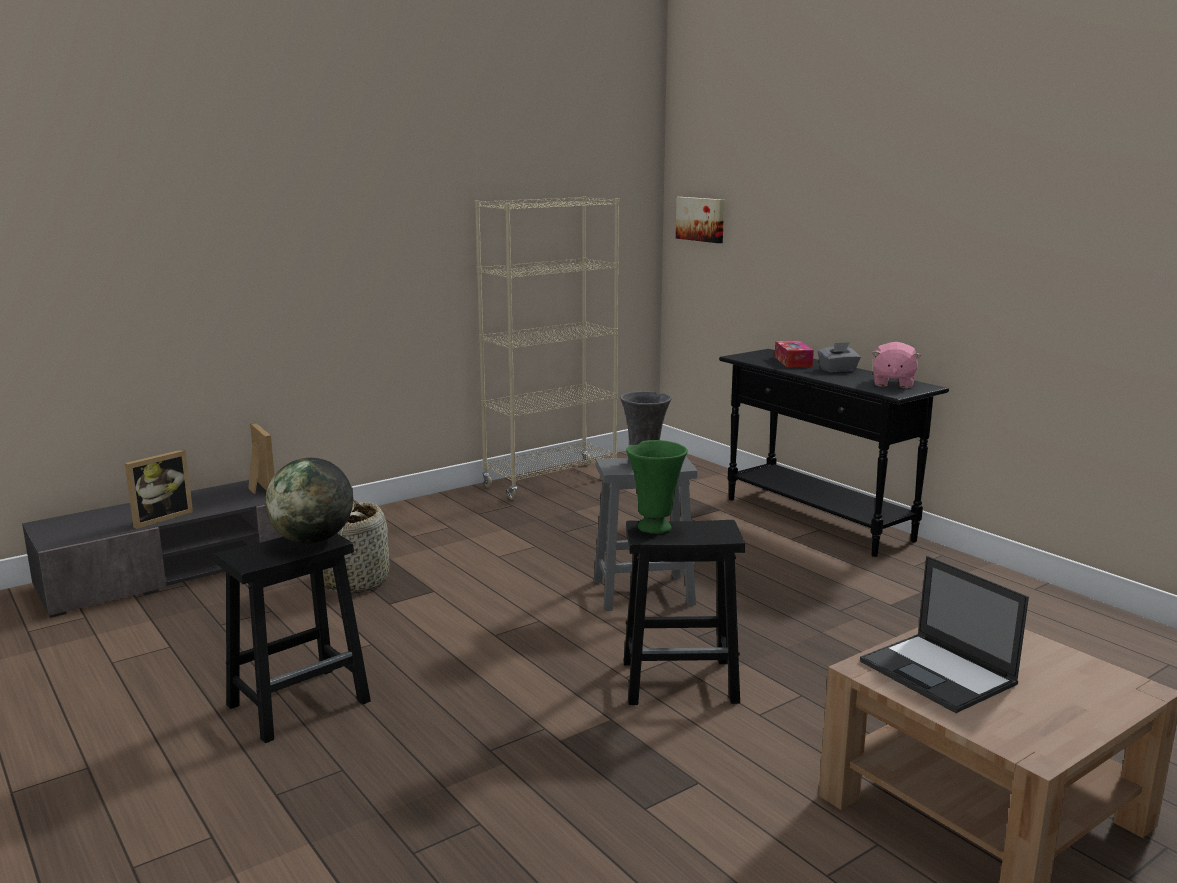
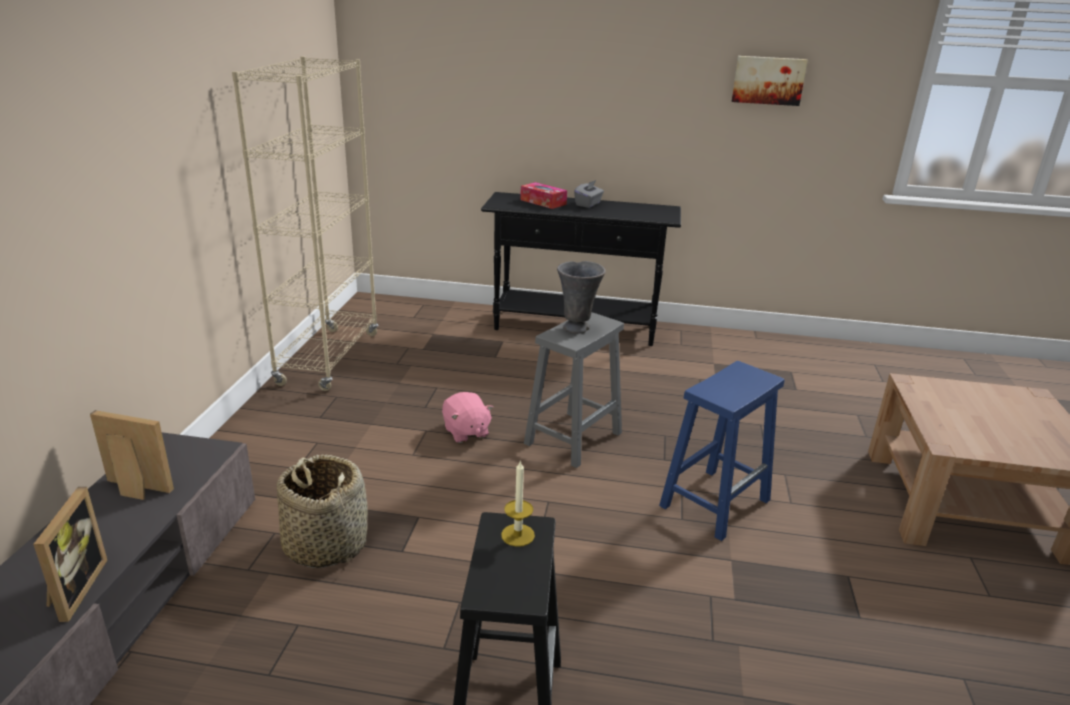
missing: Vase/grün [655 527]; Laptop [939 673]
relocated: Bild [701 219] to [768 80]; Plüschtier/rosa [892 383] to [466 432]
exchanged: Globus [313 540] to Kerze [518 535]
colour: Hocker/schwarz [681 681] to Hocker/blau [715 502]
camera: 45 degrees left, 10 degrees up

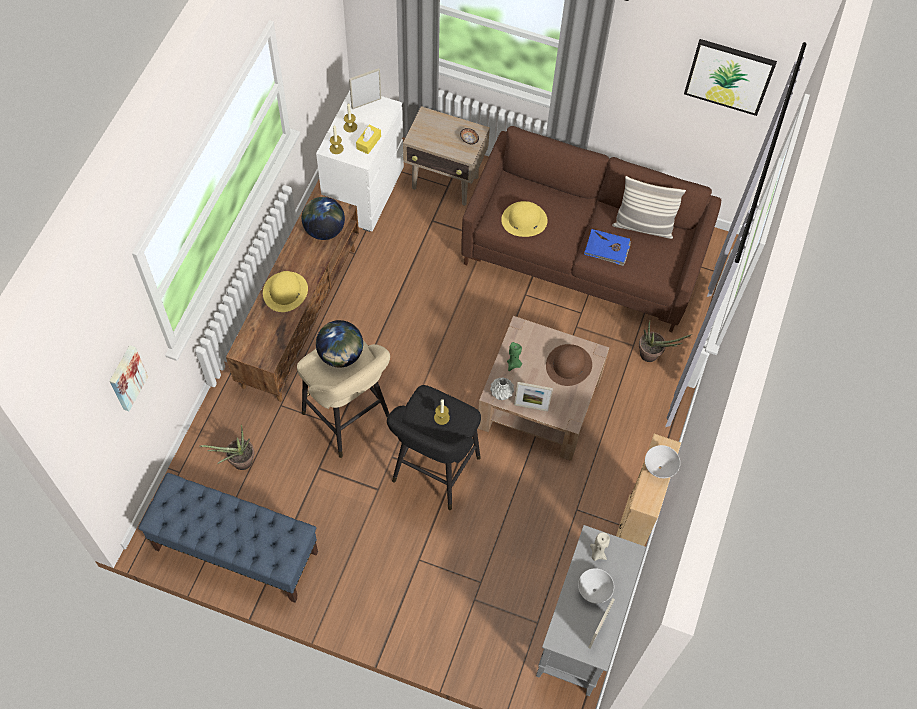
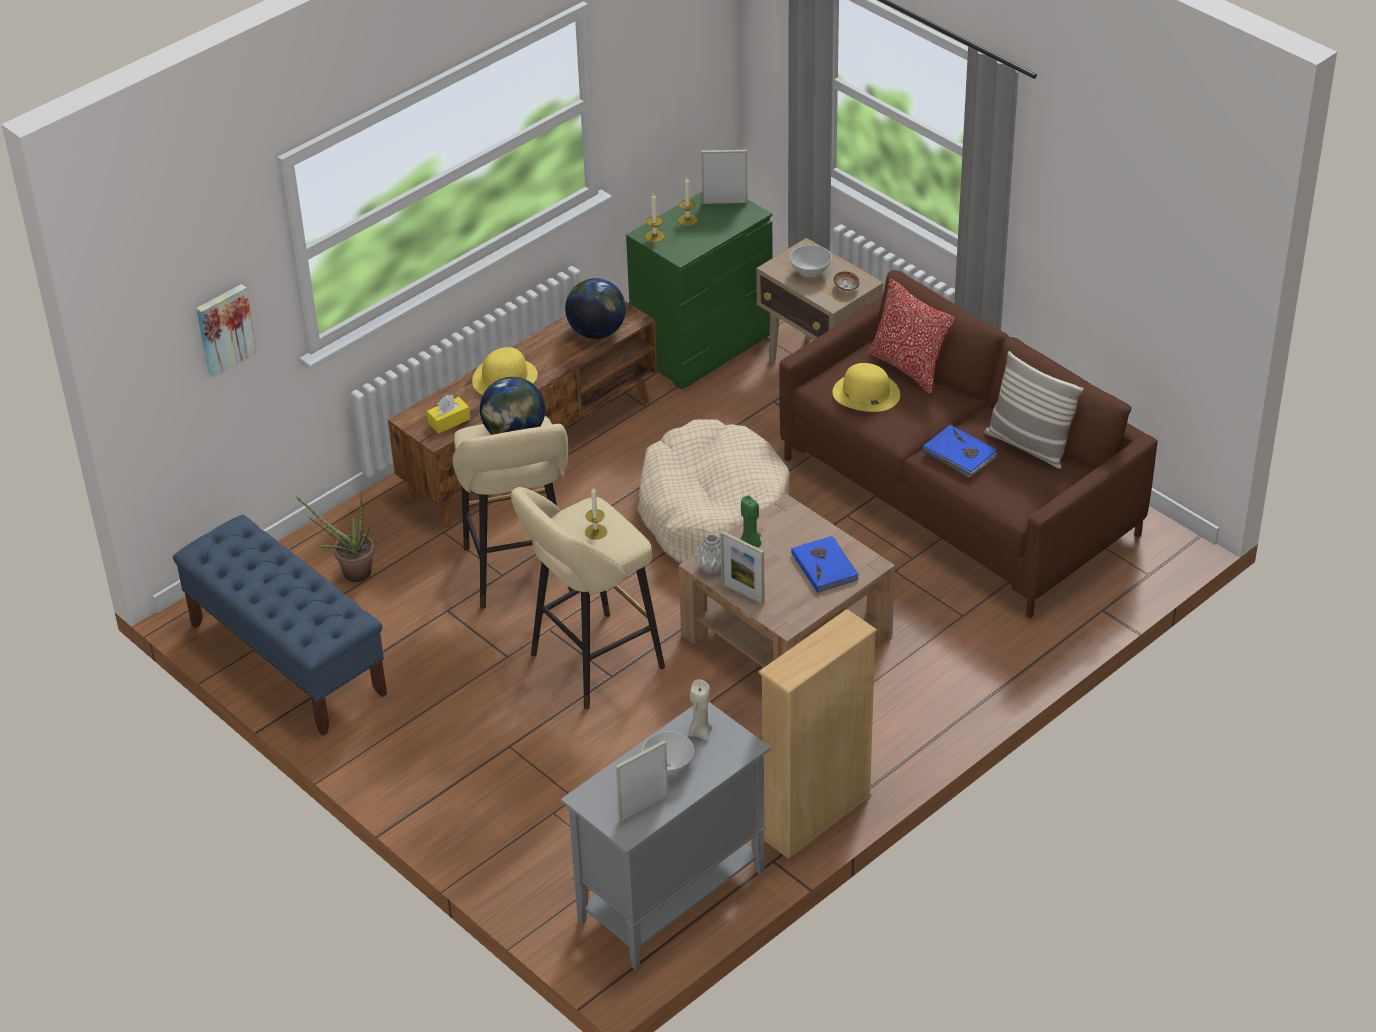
missing: Topfpflanze [653 356]; Bild [729 76]
appeared: Hundebett/beige [713 513]; Kissen [908 368]
relocated: Taschentuchbox/gelb [368 142] to [449 421]; Schüssel/weiß [659 467] to [810 272]
exchanged: Hut/braun [569 365] to Buch/blau [825 566]
colour: Kommode/weiß [364 192] to Kommode/grün [703 346]; Hocker/schwarz [433 473] to Hocker/beige [590 664]
camera: 30 degrees right, 20 degrees down

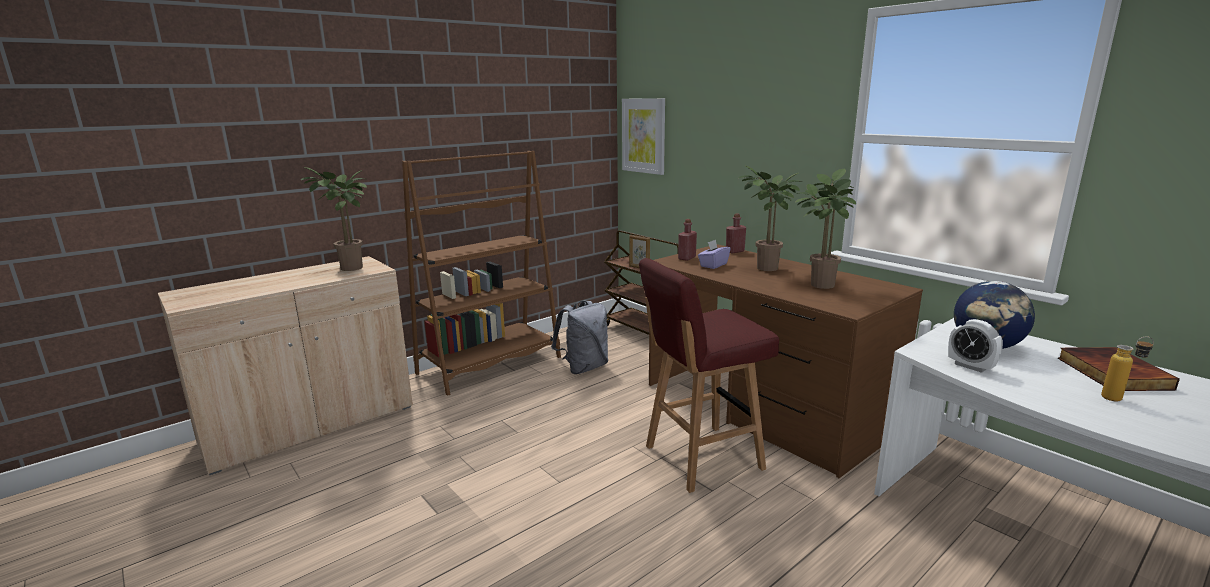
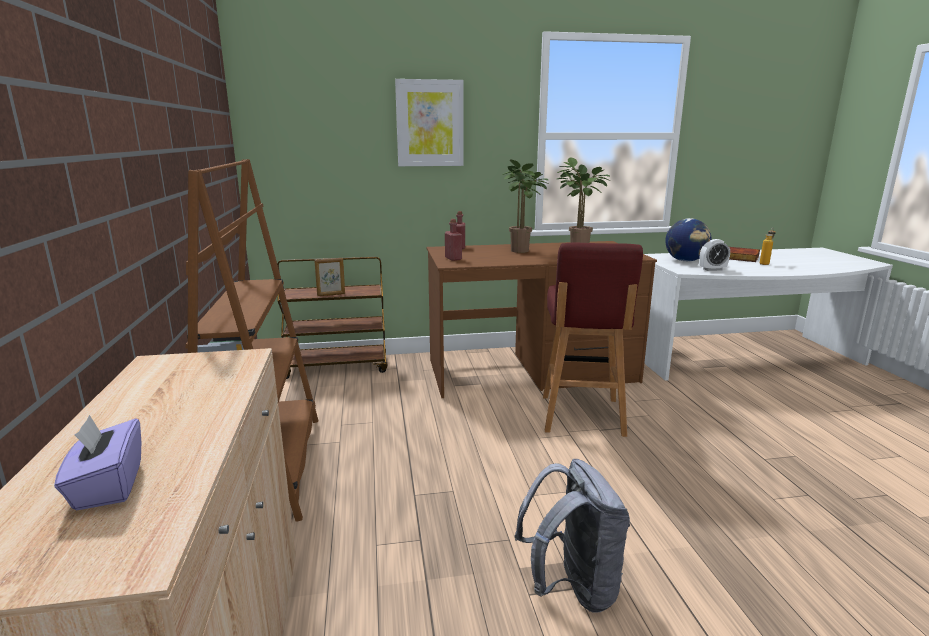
missing: Topfpflanze [351 269]
relocated: Rucksack/grau [584 367] to [572 587]; Bild [643 136] to [430 123]; Taschentuchbox/lila [713 265] to [108 486]
camera: 60 degrees left, 0 degrees up

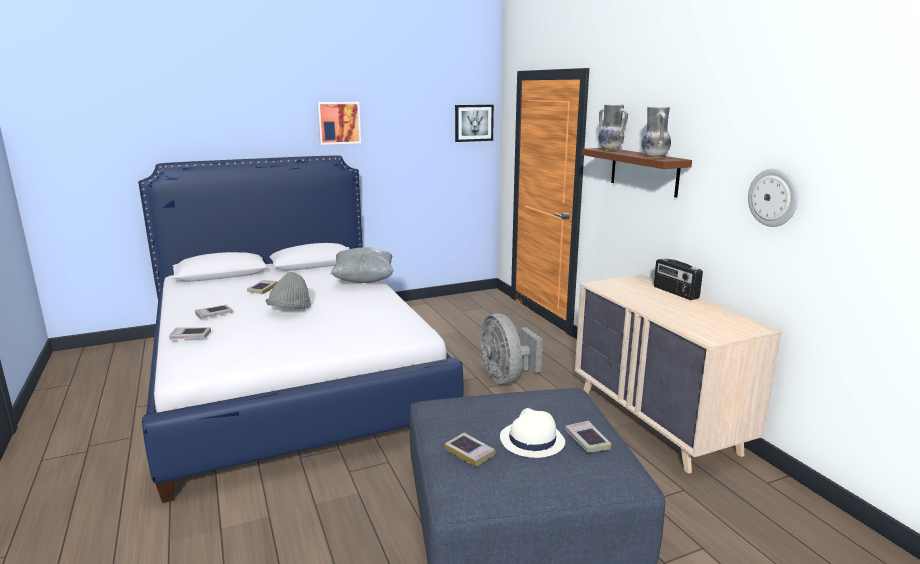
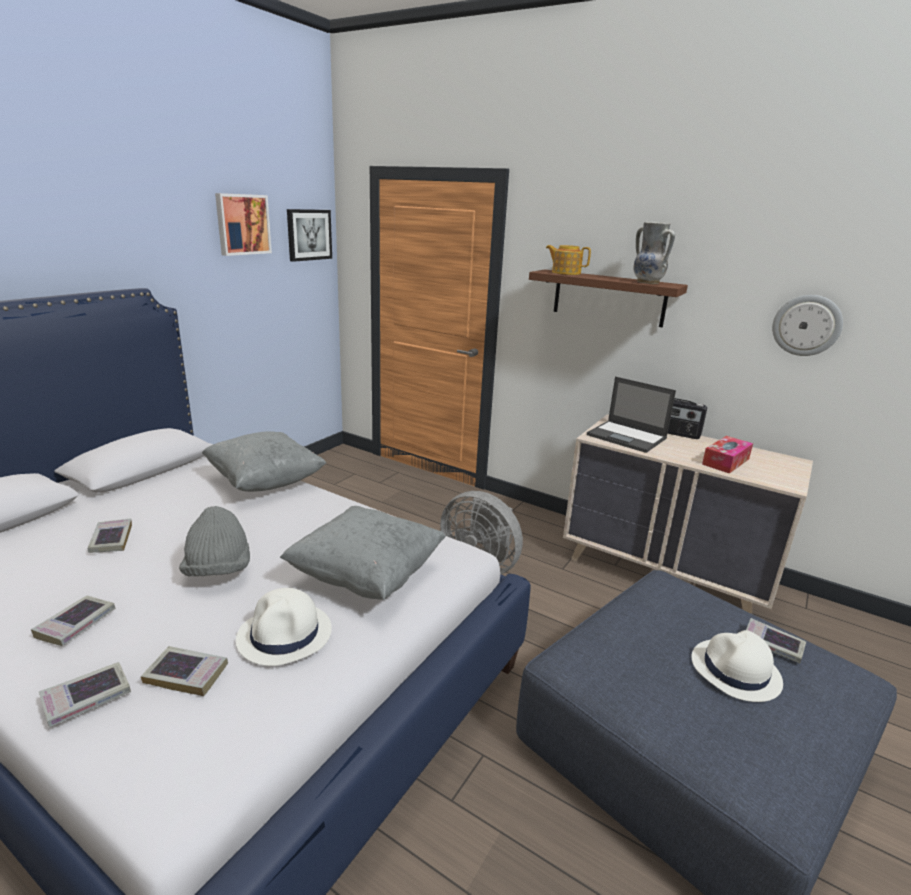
appeared: Hut/weiß [285 635]; Kissen/grau [366 576]; Laptop [627 437]; Taschentuchbox [725 461]
relocated: Bild [338 122] to [242 224]; Buch [469 452] to [186 674]
exchanged: Vase [610 150] to Teekanne [565 273]
camera: 35 degrees left, 5 degrees up

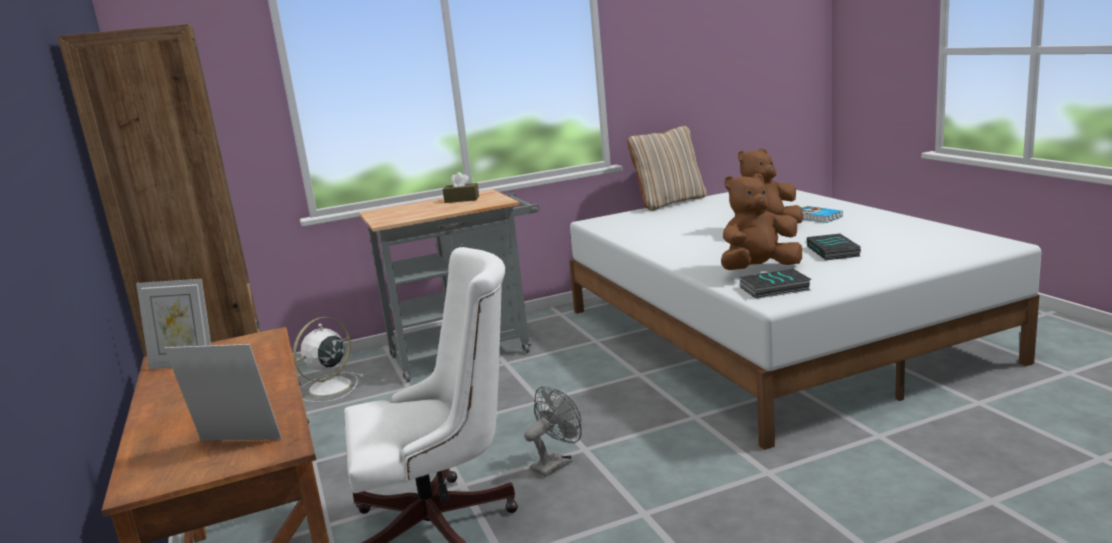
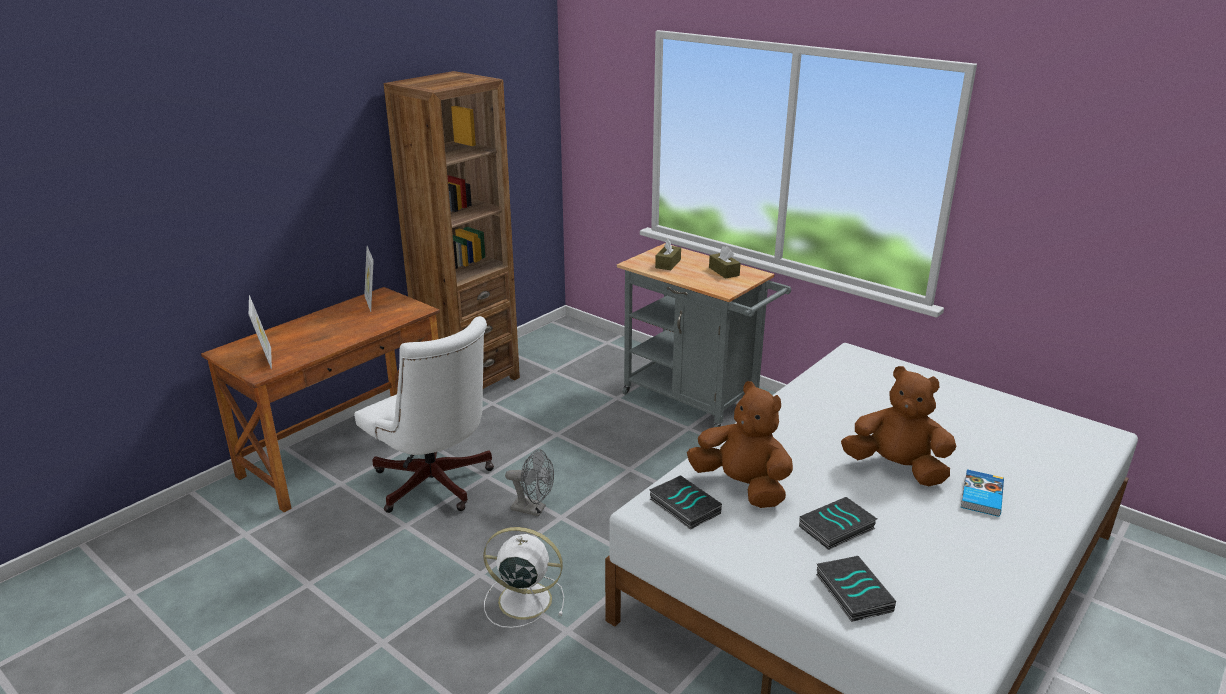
missing: Kissen/beige [669 202]
appeared: Taschentuchbox/braun [668 264]; Buch [852 592]
relocated: Ventilator/weiß [328 388] to [522 600]
camera: 60 degrees right, 10 degrees up

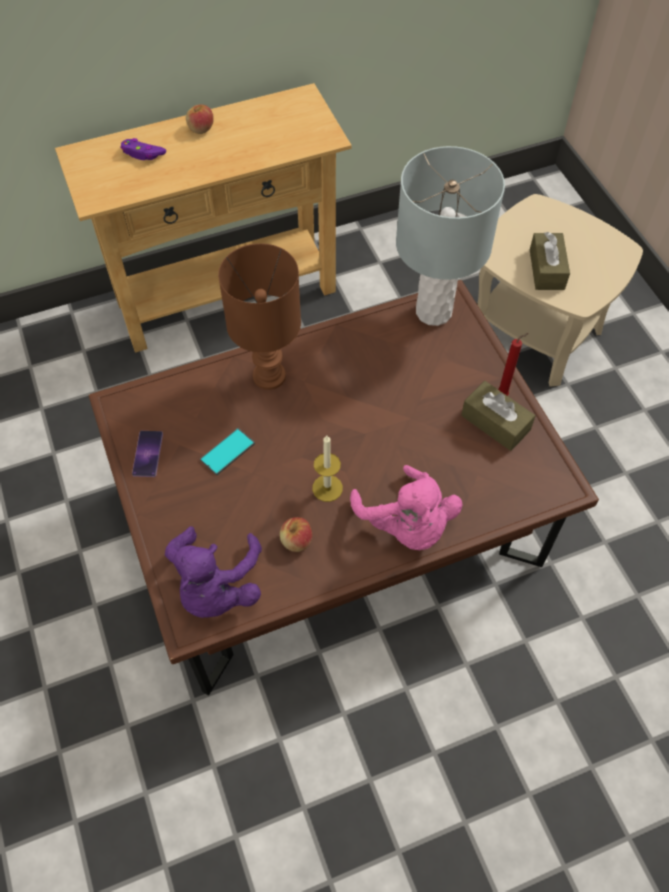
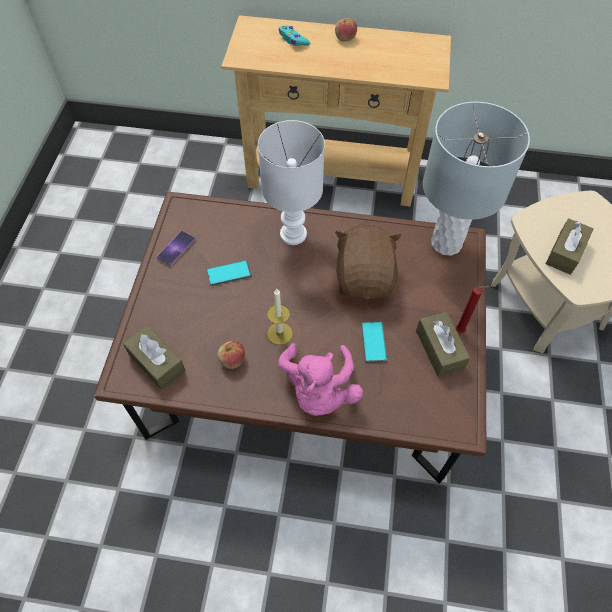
appeared: Plüschtier/braun [365 278]; Handy [374 342]
exchanged: Plüschtier/lila [216 587] to Taschentuchbox/braun [157 362]
colour: Gamepad/lila [143 154] to Gamepad/türkis [293 40]; Tischlampe/braun [270 375] to Tischlampe/weiß [294 234]
camera: 30 degrees right, 0 degrees up

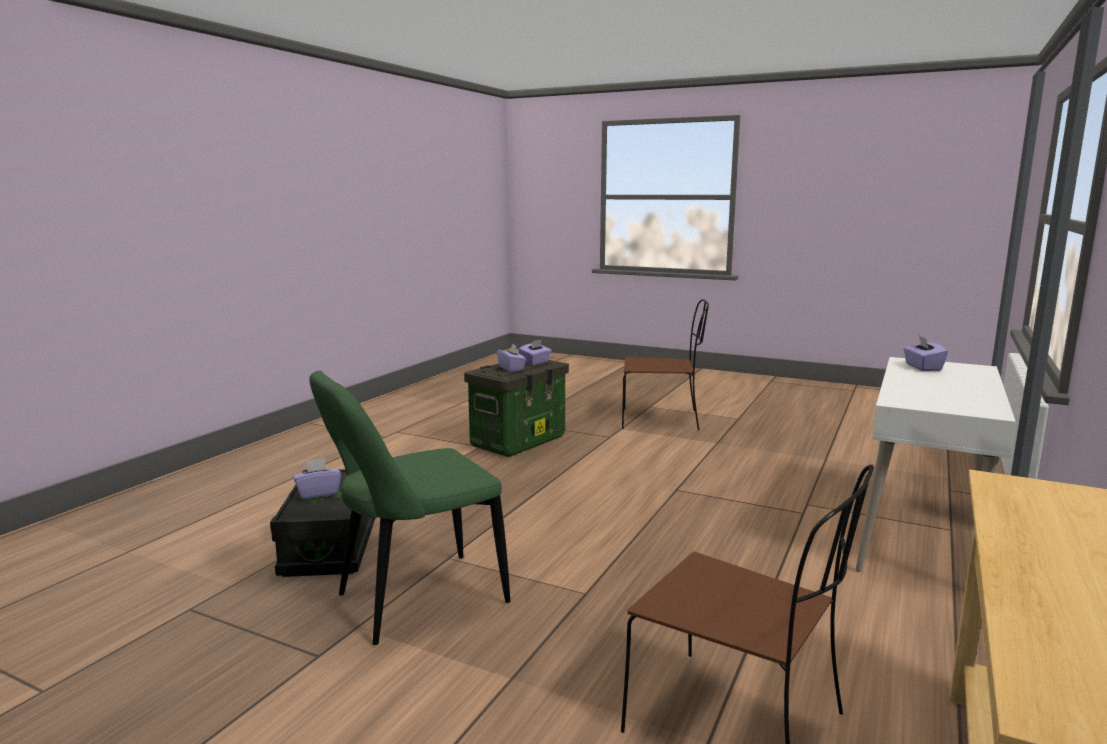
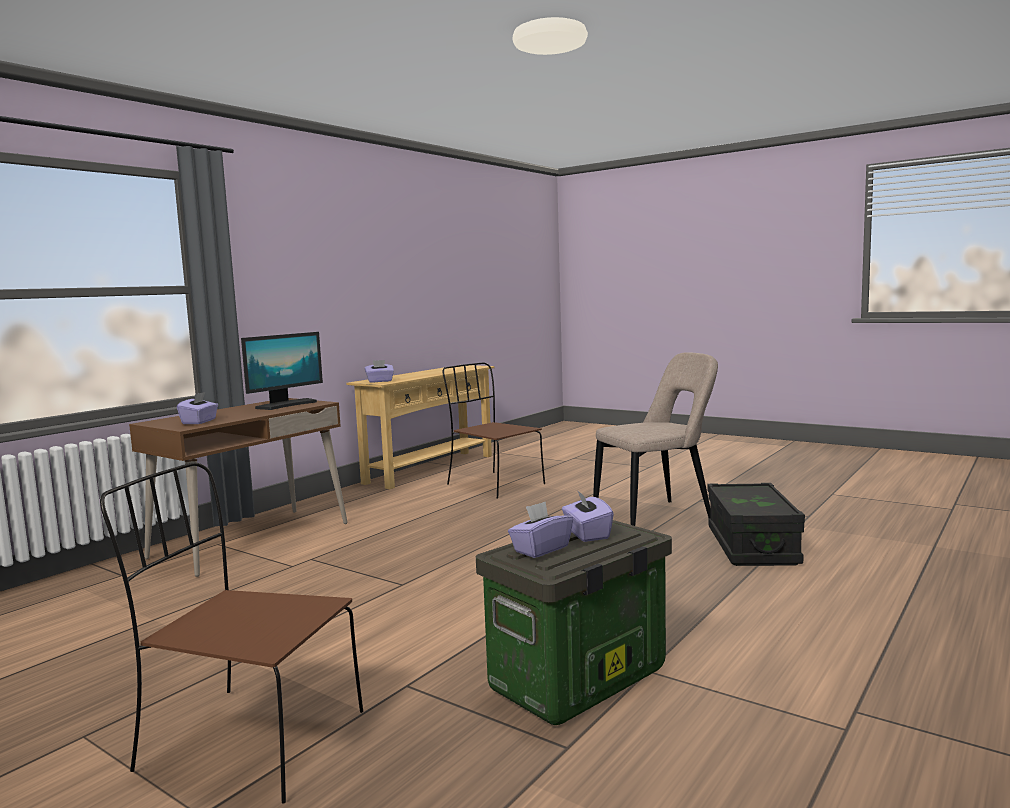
appeared: Monitor [286 405]
relocated: Taschentuchbox/lila [318 493] to [380 381]
colour: Stuhl/grün [414 600] to Stuhl/beige [657 517]; Schreibtisch/weiß [923 536] to Schreibtisch/braun [251 540]
camera: 170 degrees left, 5 degrees down

